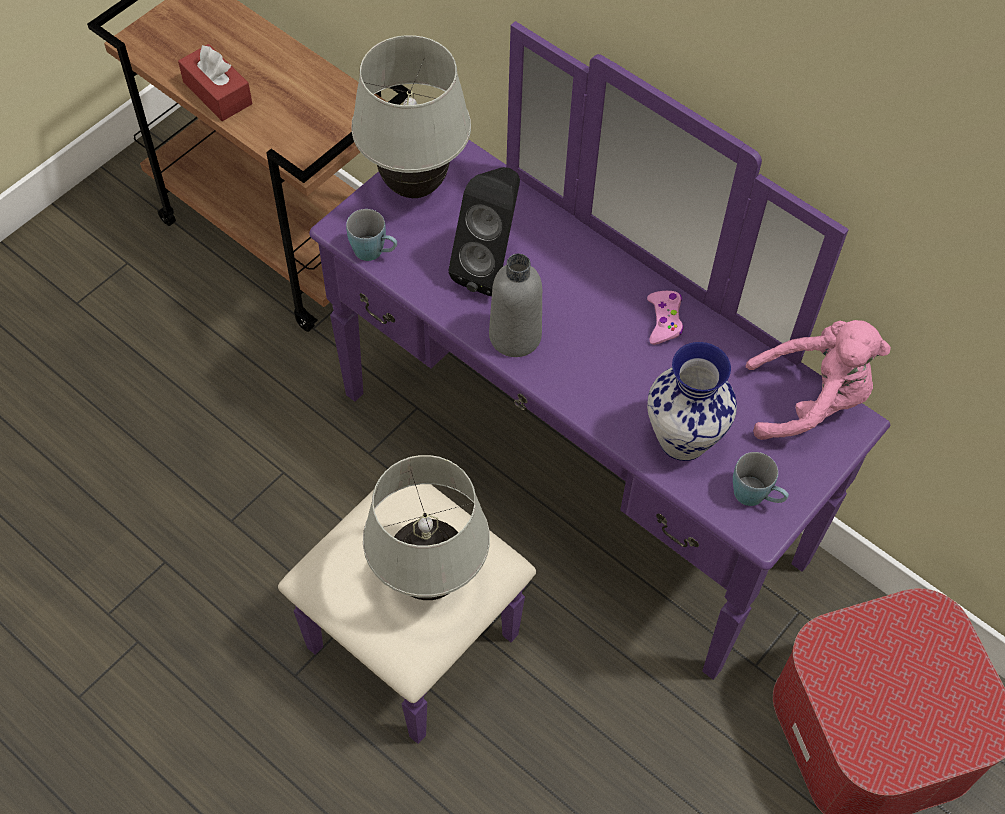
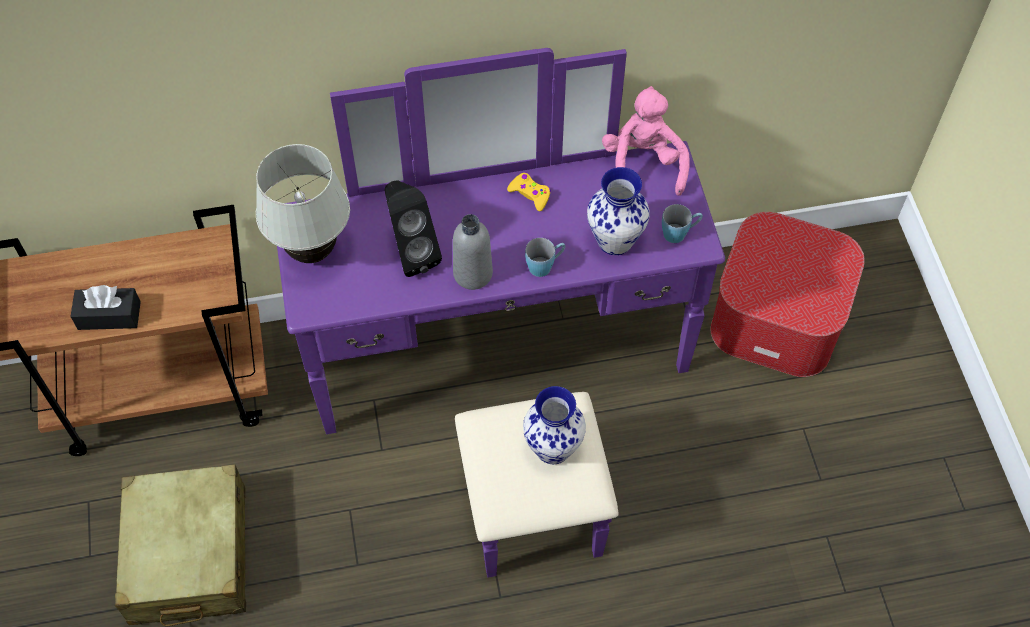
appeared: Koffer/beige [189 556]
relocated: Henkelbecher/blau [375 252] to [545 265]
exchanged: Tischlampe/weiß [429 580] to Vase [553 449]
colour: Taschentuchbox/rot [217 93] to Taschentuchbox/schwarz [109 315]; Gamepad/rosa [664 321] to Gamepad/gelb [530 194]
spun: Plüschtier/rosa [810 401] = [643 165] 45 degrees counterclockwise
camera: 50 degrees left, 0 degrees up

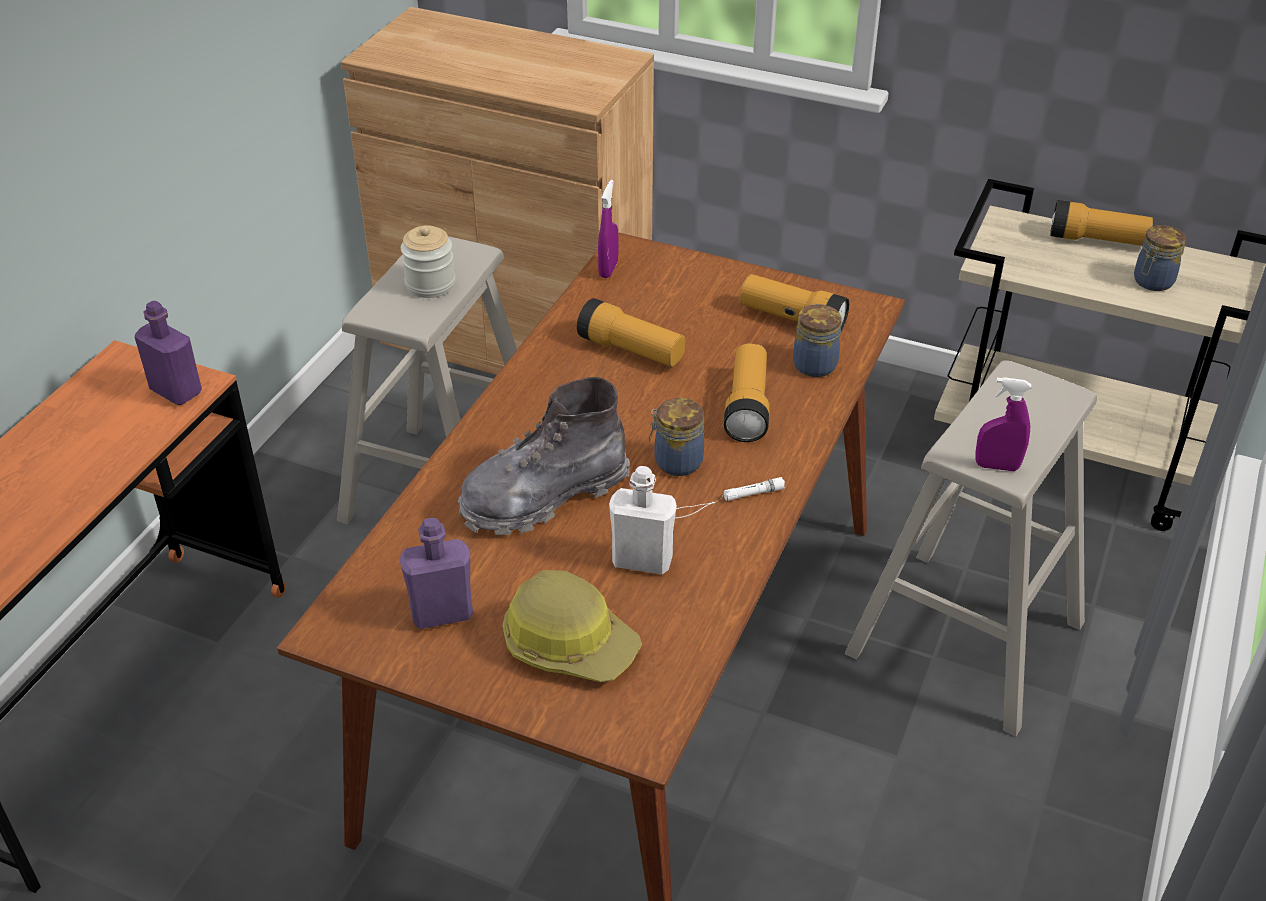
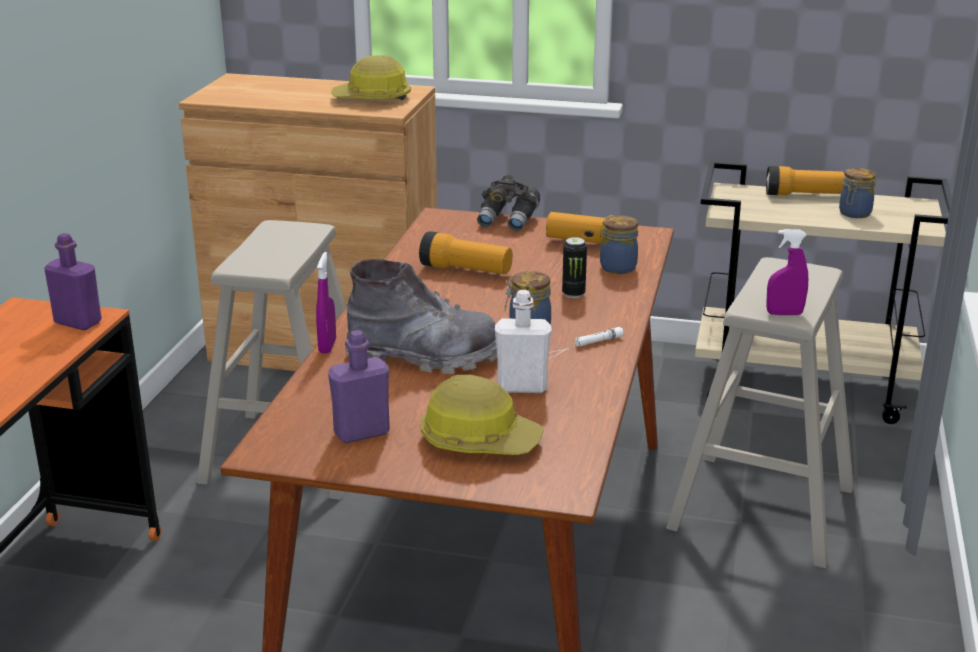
missing: Vorratsglas [430 284]
appeared: Schutzhelm [372 99]; Fernglas/grau [508 221]
relocated: Sprühflasche/lila [608 269] to [327 346]
exchanged: Taschenlampe [747 407] to Dose [573 294]
spun: Stiefel/grau [543 496] = [424 357] 135 degrees counterclockwise
camera: 10 degrees left, 15 degrees down

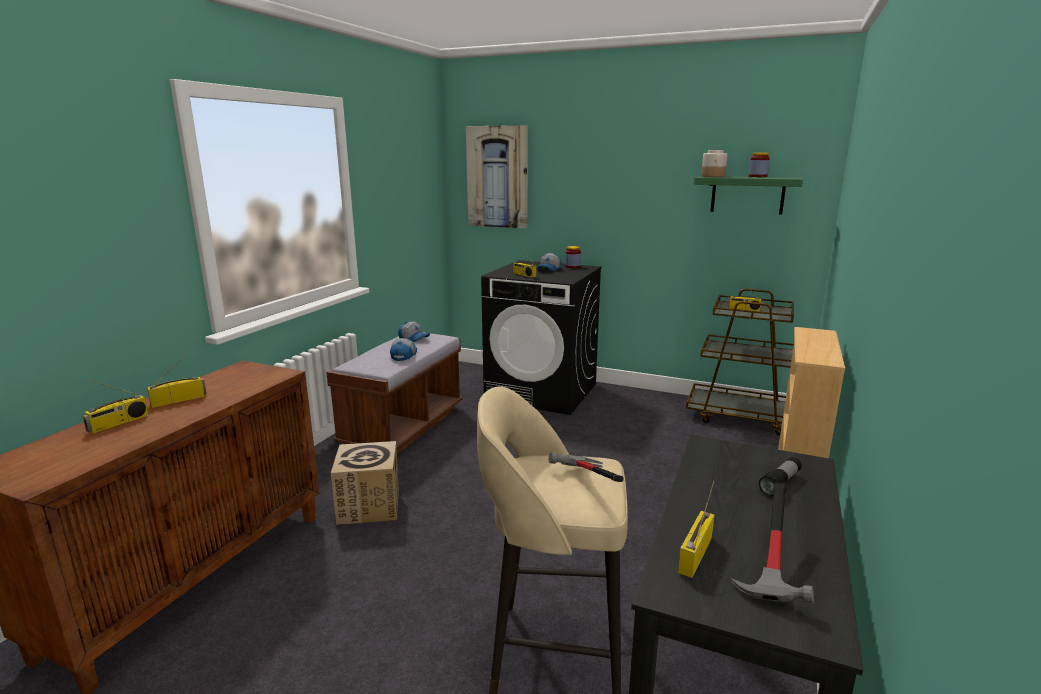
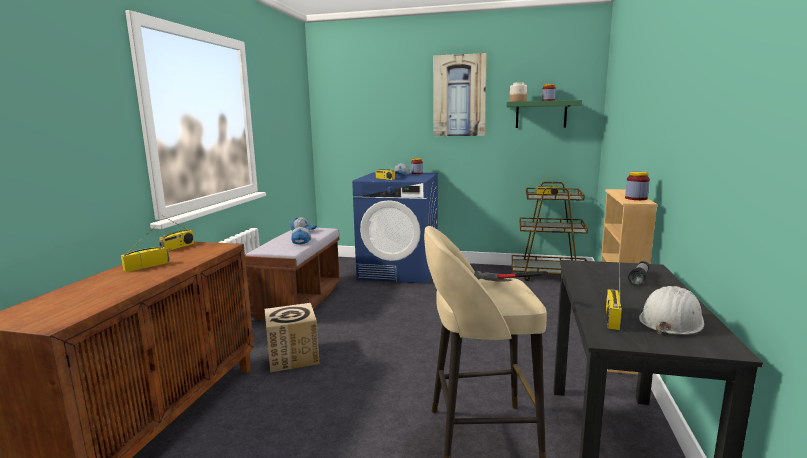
appeared: Vorratsglas [636 198]
relocated: Radio [118 423] to [177 247]; Bild [497 177] to [459 96]
exchanged: Hammer [776 571] to Schutzhelm/weiß [671 321]
colour: Waschmaschine/schwarz [542 392] to Waschmaschine/blau [399 271]
camera: 10 degrees left, 5 degrees down

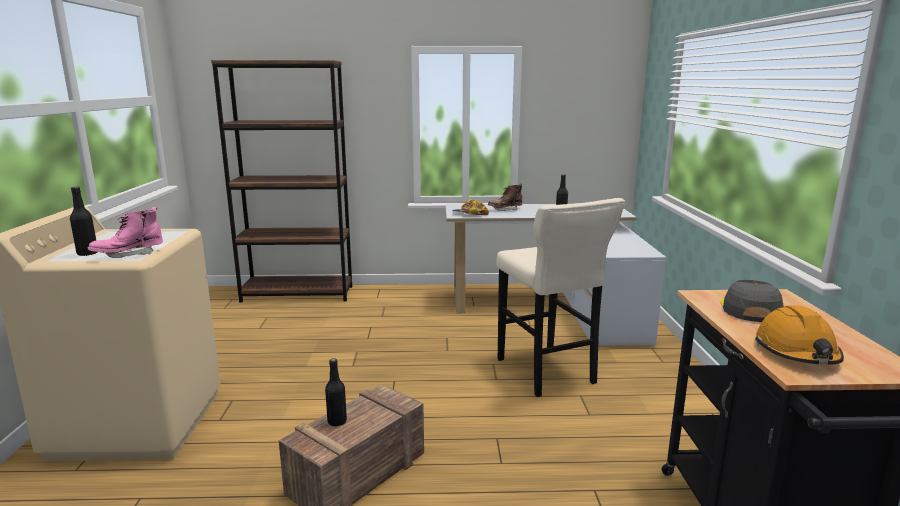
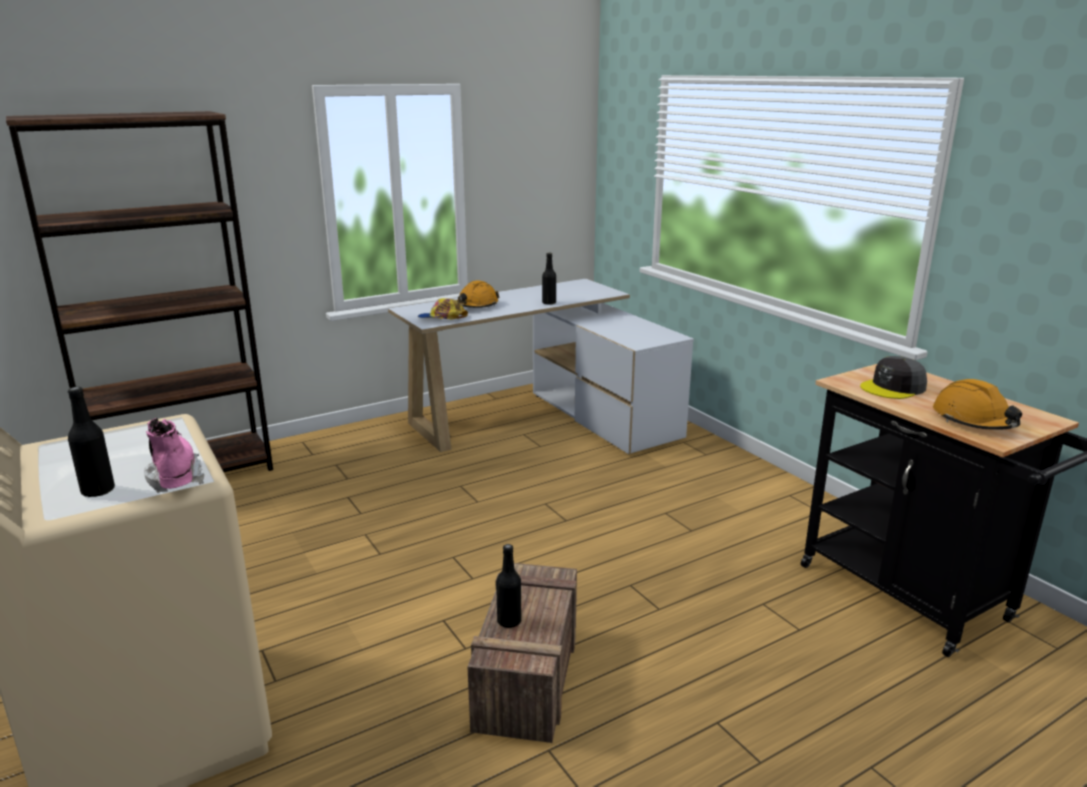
missing: Hocker/beige [547 373]
exchanged: Stiefel/braun [505 210] to Schutzhelm/orange [476 306]
spun: Stiefel/rosa [129 255] = [175 477] 135 degrees clockwise; Kappe/grau [749 309] = [893 388] 105 degrees counterclockwise
camera: 30 degrees left, 5 degrees up

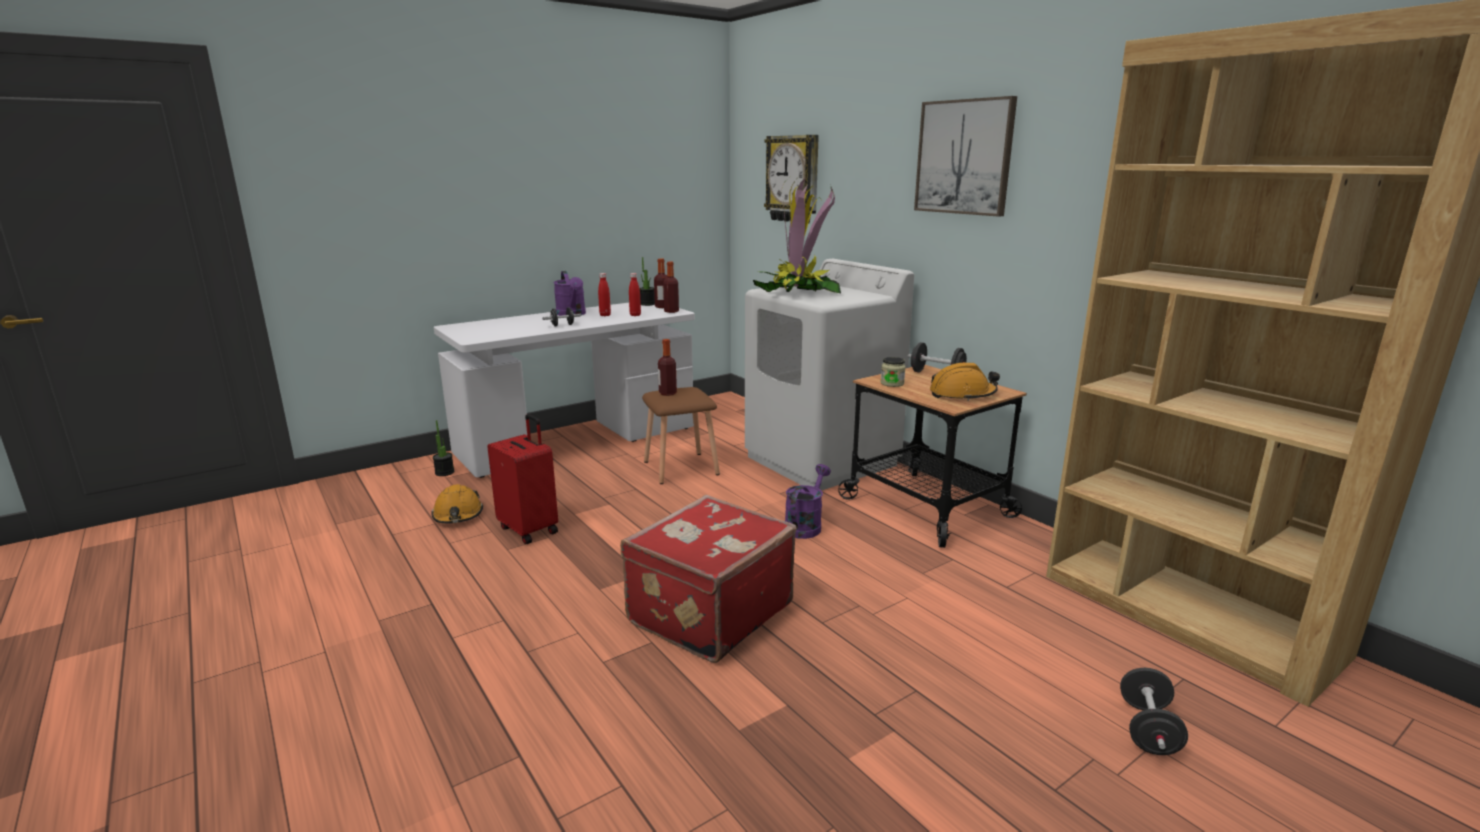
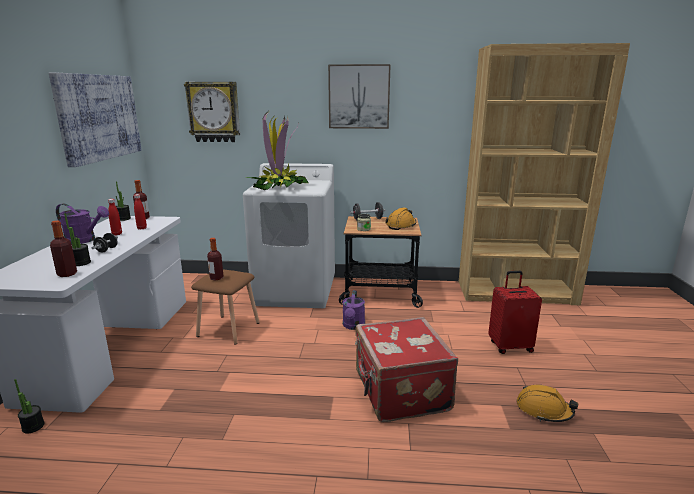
missing: Hantel/schwarz [1147 729]
appeared: Bild [98 117]; Topfpflanze [81 263]
relocated: Schutzhelm/orange [458 515] to [543 410]; Koffer/rot [530 529] to [510 346]; Flasche [671 311] to [67 274]
spun: Gießkanne/lila [805 525] = [353 326] 150 degrees counterclockwise
camera: 50 degrees left, 0 degrees up

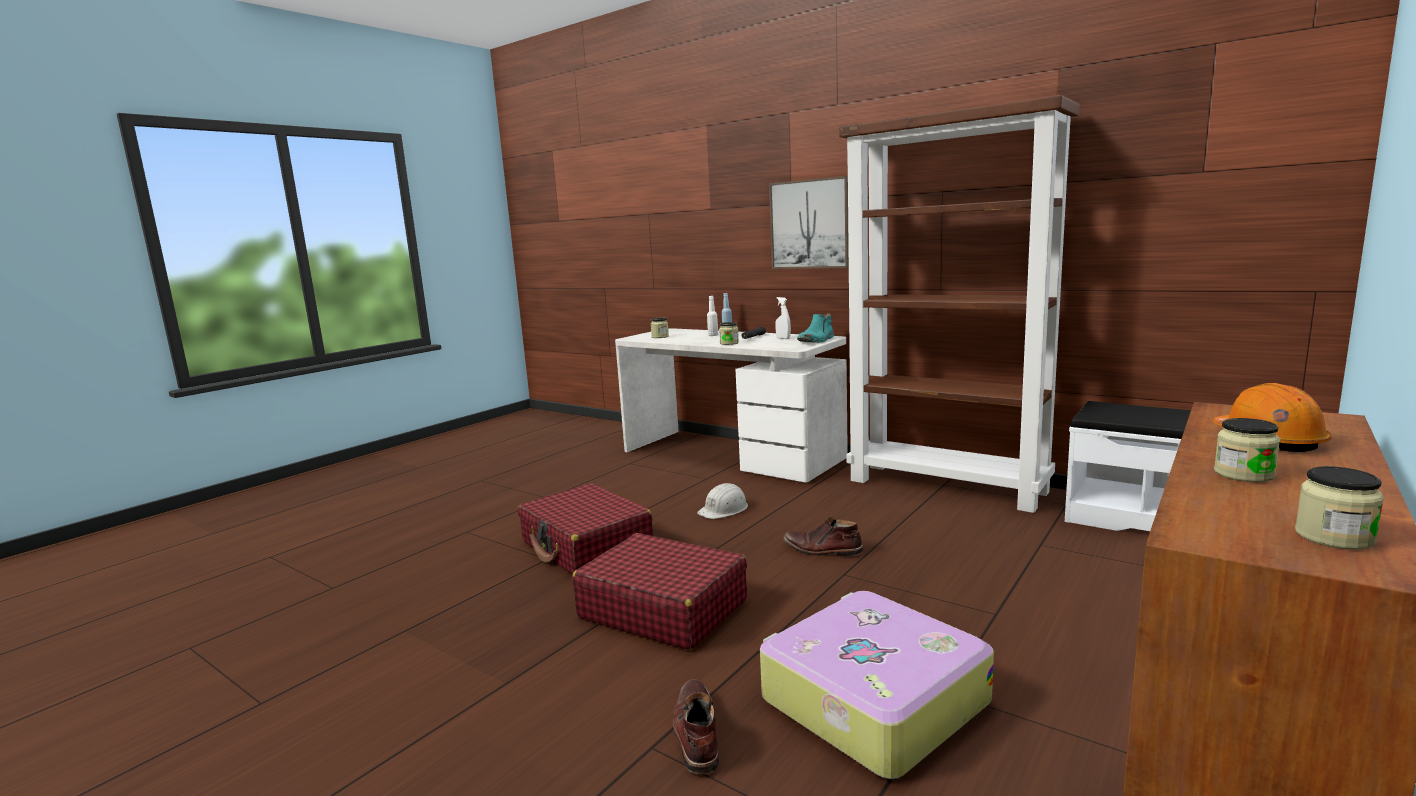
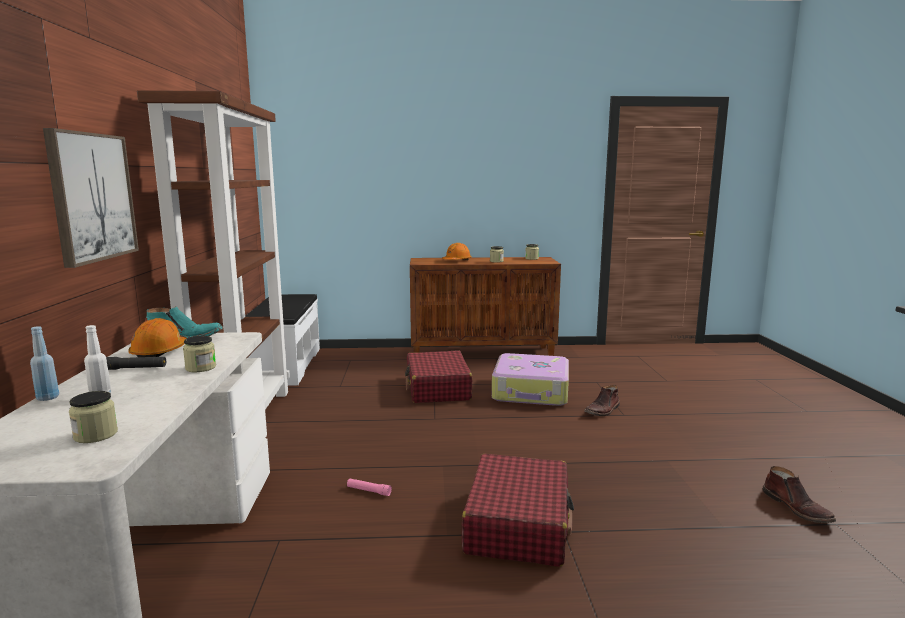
relocated: Koffer/rot [662 609] to [437 388]; Stiefel/braun [822 550] to [797 508]
exchanged: Schutzhelm/weiß [724 509] to Taschenlampe/rosa [368 491]; Sprühflasche/weiß [783 338] to Schutzhelm/orange [159 352]
camera: 130 degrees left, 0 degrees up

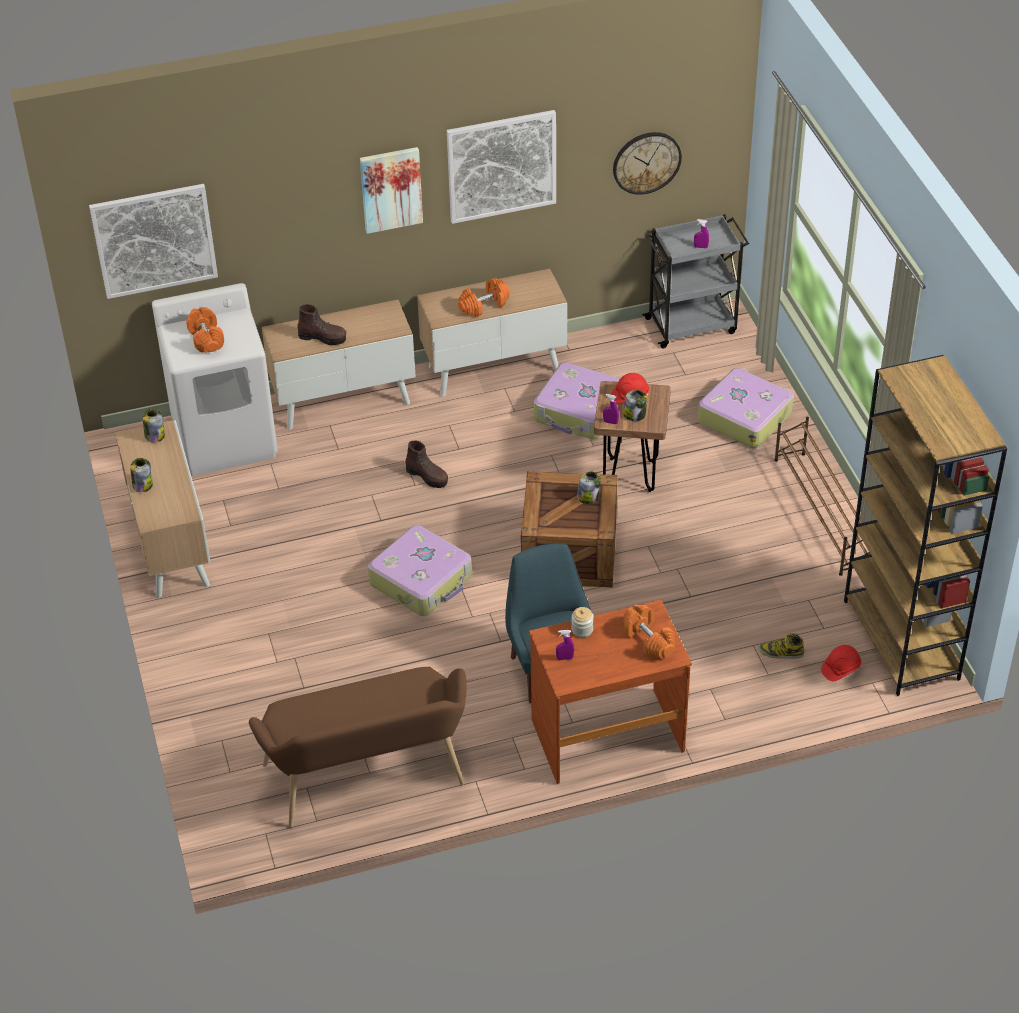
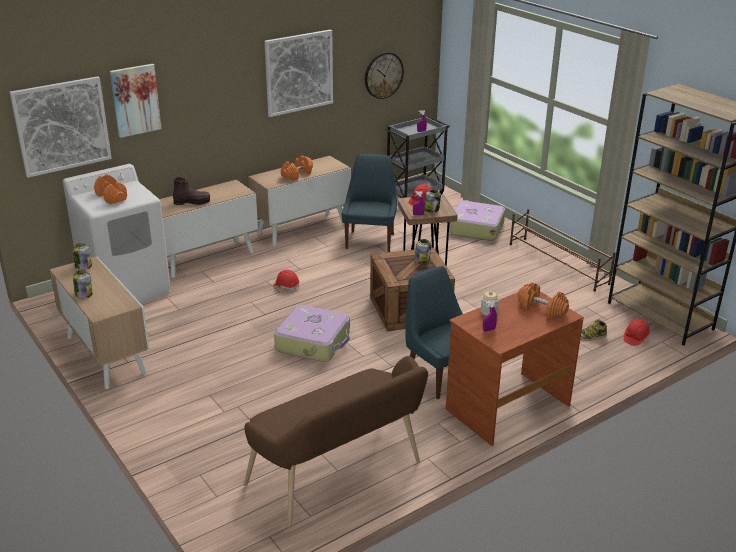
relocated: Bild [391 189] to [135 100]
exchanged: Stiefel/braun [427 476] to Schutzhelm/rot [286 286]; Koffer [579 411] to Stuhl/blau [370 240]
camera: 20 degrees left, 15 degrees down

